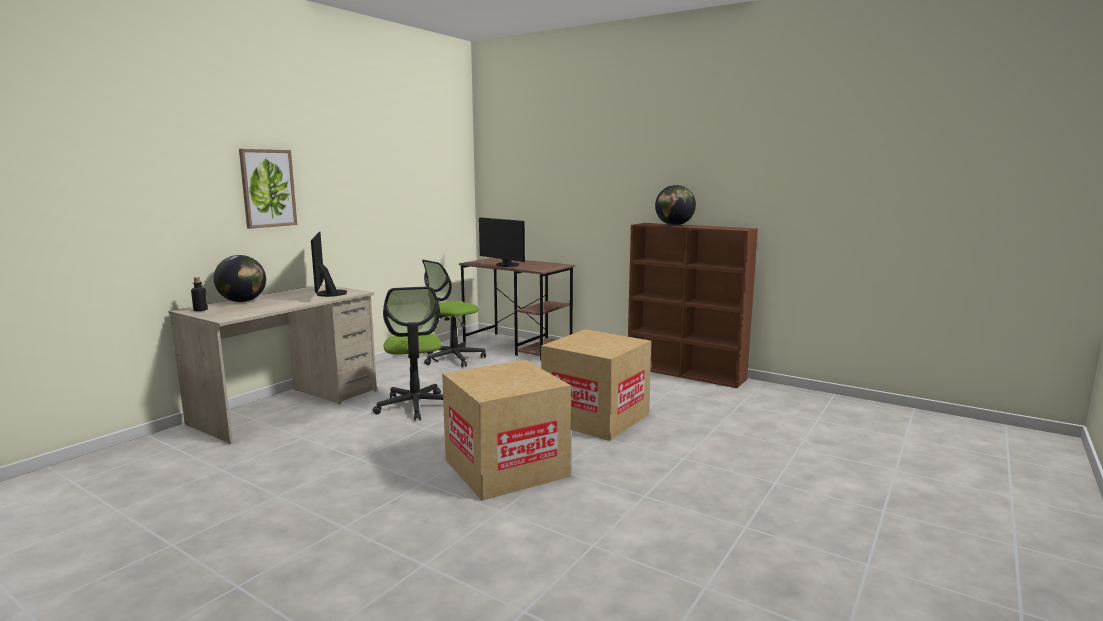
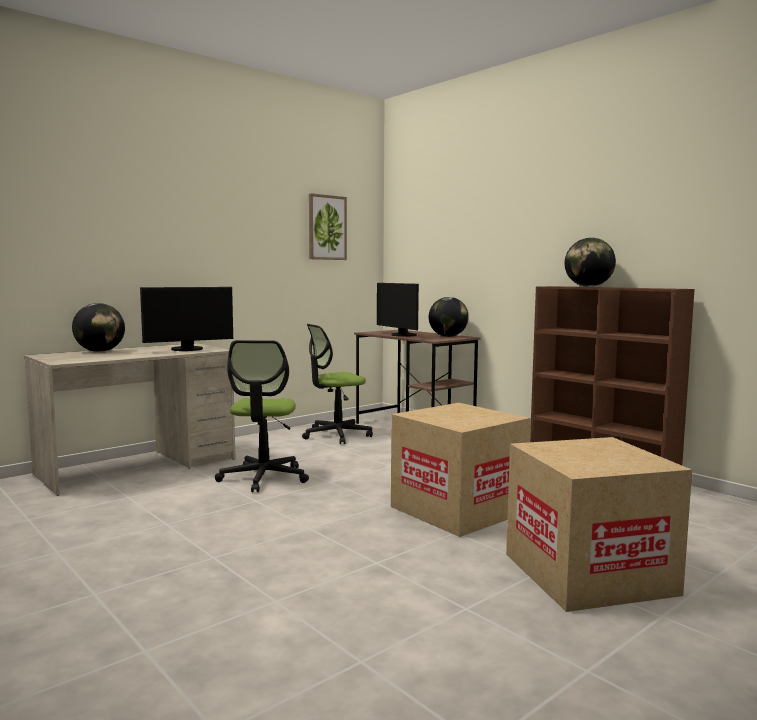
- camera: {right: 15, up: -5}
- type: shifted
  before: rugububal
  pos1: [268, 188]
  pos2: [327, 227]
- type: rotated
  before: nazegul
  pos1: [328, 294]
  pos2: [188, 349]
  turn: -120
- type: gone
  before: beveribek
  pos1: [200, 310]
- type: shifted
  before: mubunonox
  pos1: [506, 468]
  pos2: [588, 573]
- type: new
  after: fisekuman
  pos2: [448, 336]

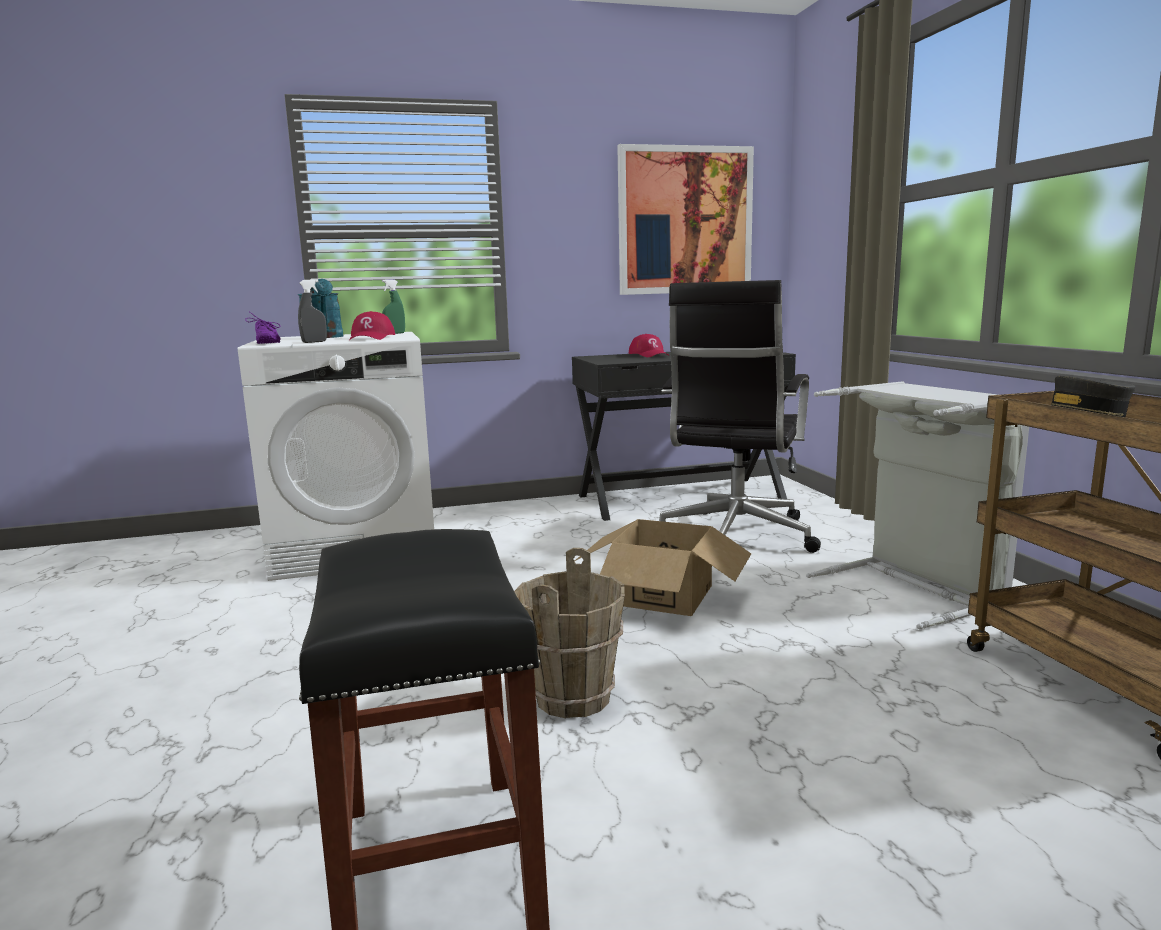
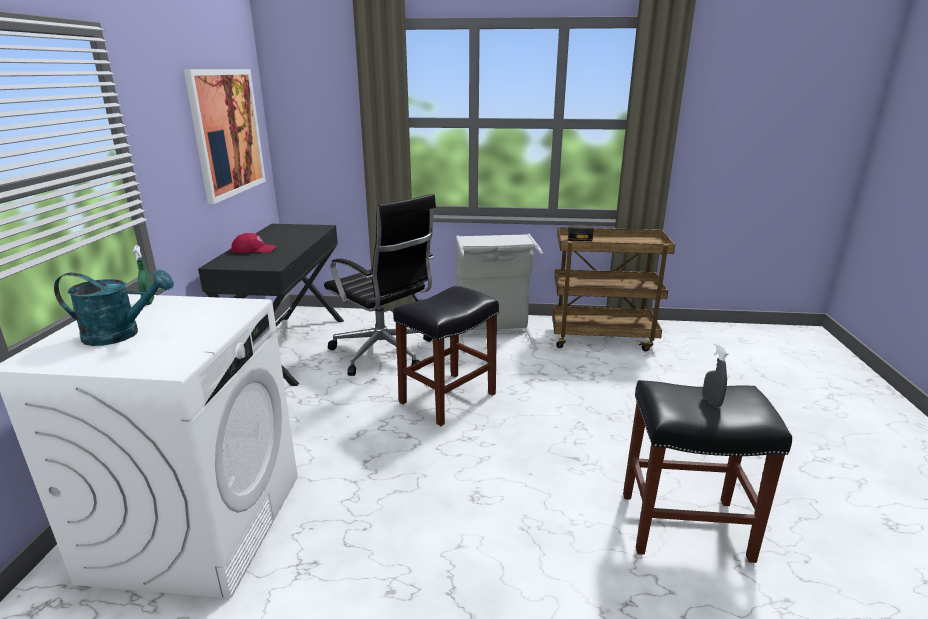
- camera: {right: -70, up: 10}
- type: shifted
  before: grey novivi
  pos1: [314, 342]
  pos2: [711, 402]
- type: gone
  before: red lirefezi
  pos1: [371, 338]
- type: gone
  before: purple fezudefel
  pos1: [265, 343]
- type: swapped
  before: mubunonox
  after: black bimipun
  pos1: [662, 595]
  pos2: [447, 399]
- type: gone
  before: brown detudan
  pos1: [574, 698]

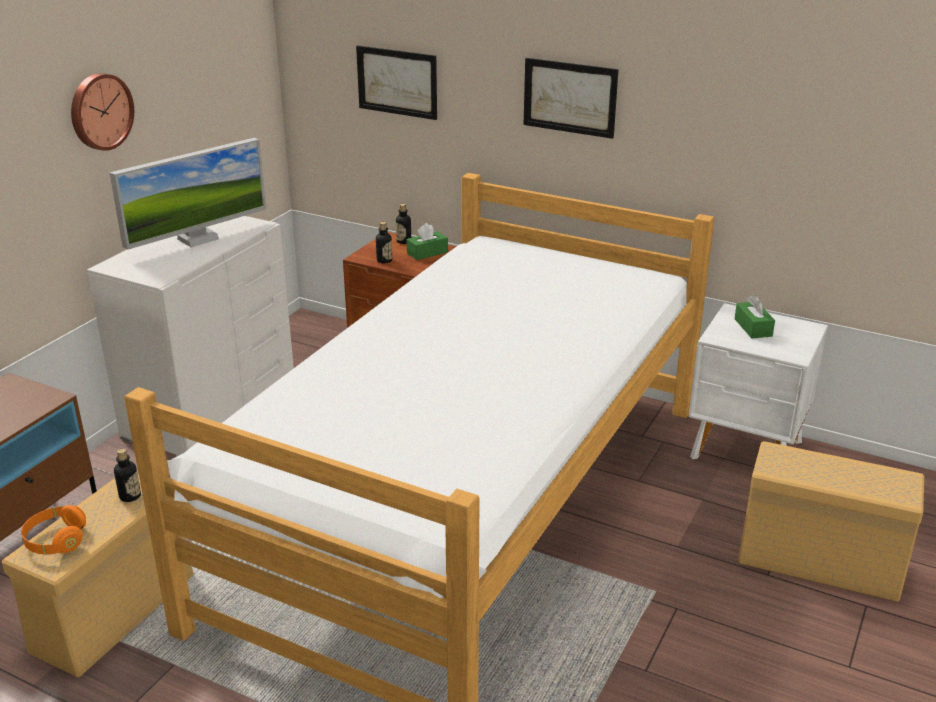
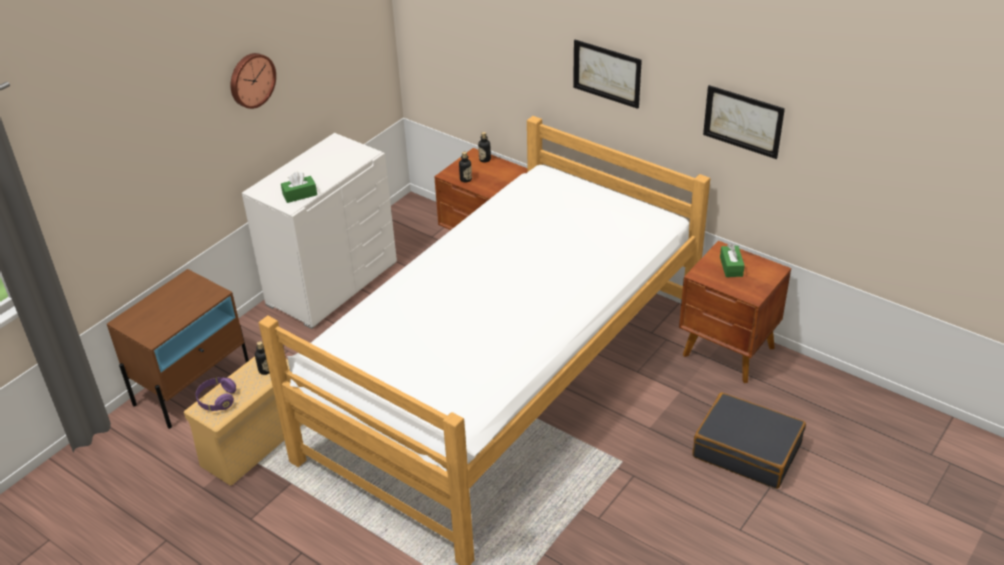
- camera: {right: 10, up: 10}
- type: shifted
  before: rugububal
  pos1: [397, 82]
  pos2: [743, 121]
- type: gone
  before: nazegul
  pos1: [198, 239]
- type: shifted
  before: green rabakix
  pos1: [427, 253]
  pos2: [300, 195]
- type: repainted
  before: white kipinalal
  after: brown kipinalal
  pos1: [747, 451]
  pos2: [728, 353]
- type: swapped
  before: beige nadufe
  after: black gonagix
  pos1: [816, 562]
  pos2: [747, 450]
- type: repainted
  before: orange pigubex
  after: purple pigubex
  pos1: [56, 541]
  pos2: [217, 400]

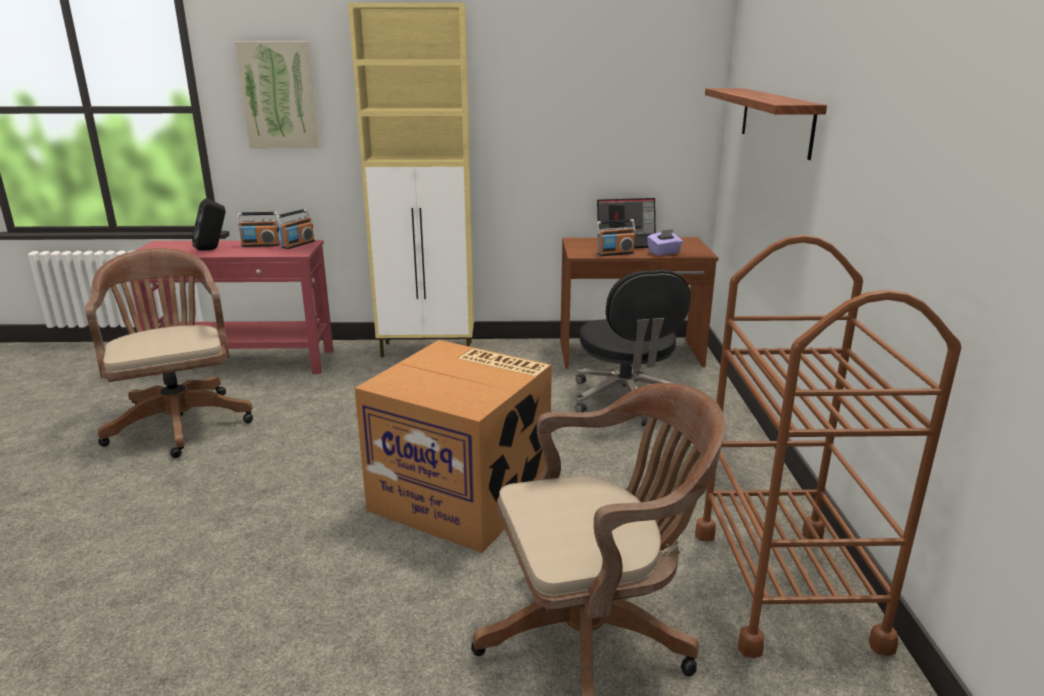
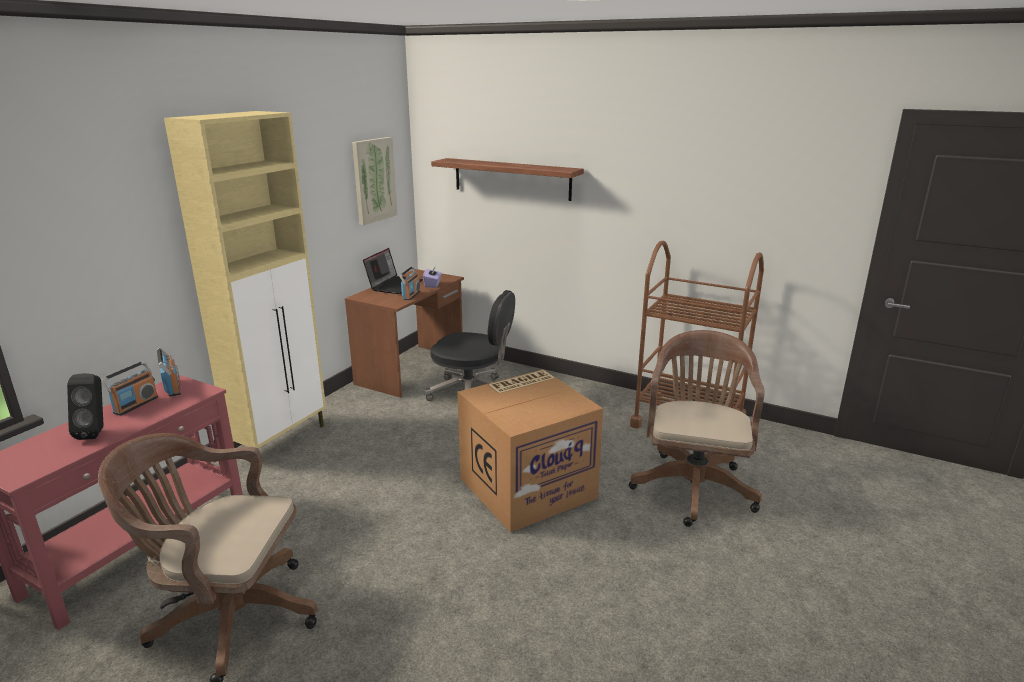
- camera: {right: -60, up: 0}
- type: shifted
  before: rugububal
  pos1: [279, 95]
  pos2: [374, 180]

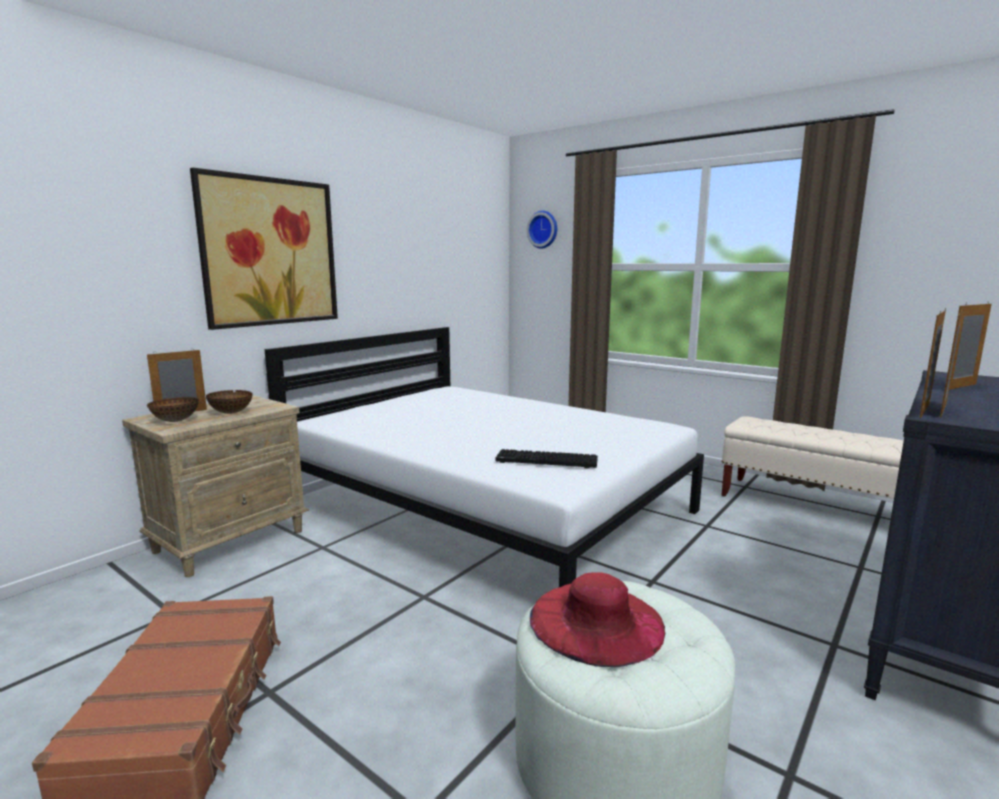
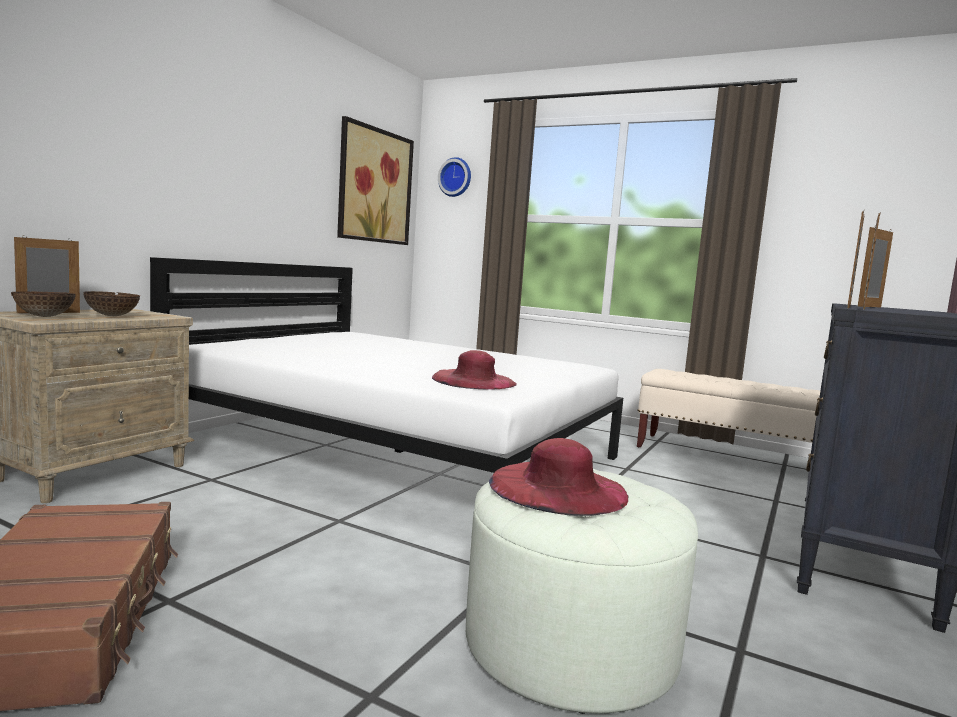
- camera: {right: -10, up: -5}
- type: shifted
  before: rugububal
  pos1: [270, 252]
  pos2: [375, 186]
- type: swapped
  before: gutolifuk
  after: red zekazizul
  pos1: [545, 461]
  pos2: [474, 380]

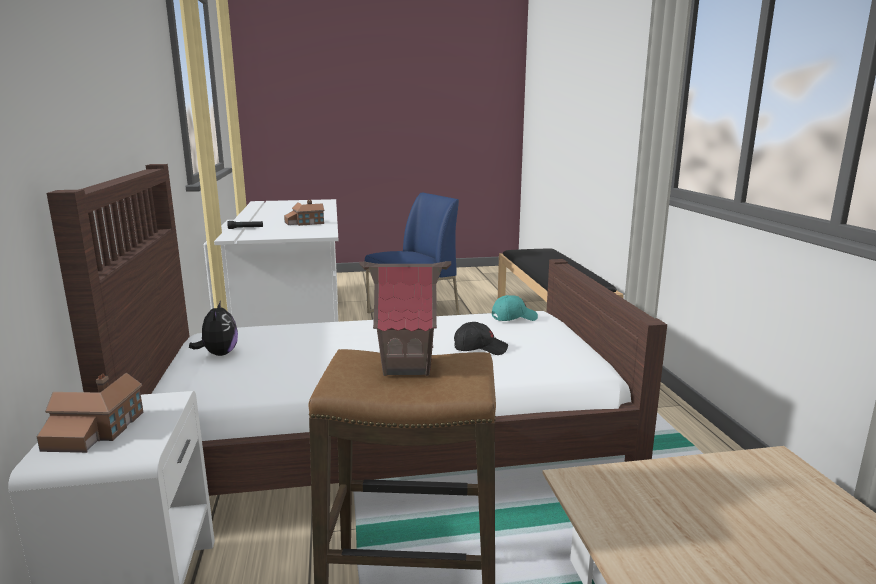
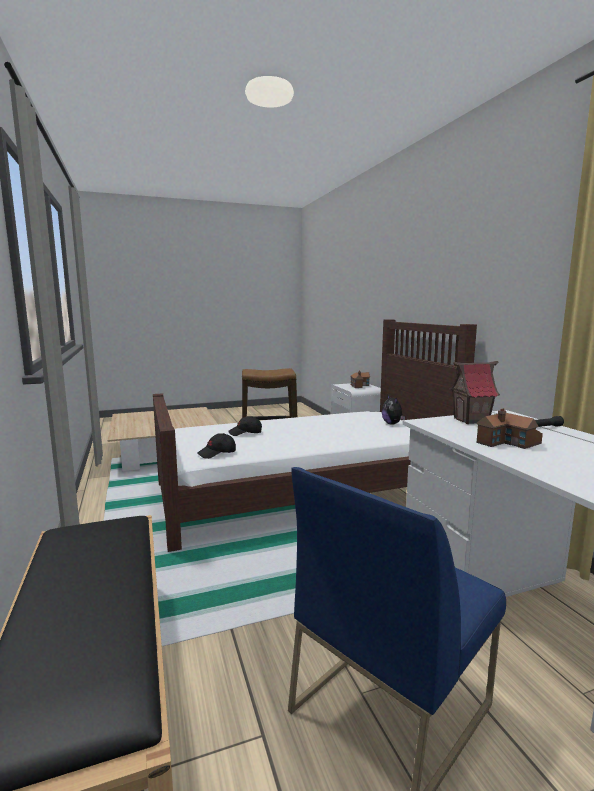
- camera: {right: 170, up: -5}
- type: shifted
  before: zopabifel
  pos1: [406, 366]
  pos2: [471, 420]
- type: repainted
  before: turquoise lirefezi
  after: black lirefezi
  pos1: [514, 318]
  pos2: [217, 453]

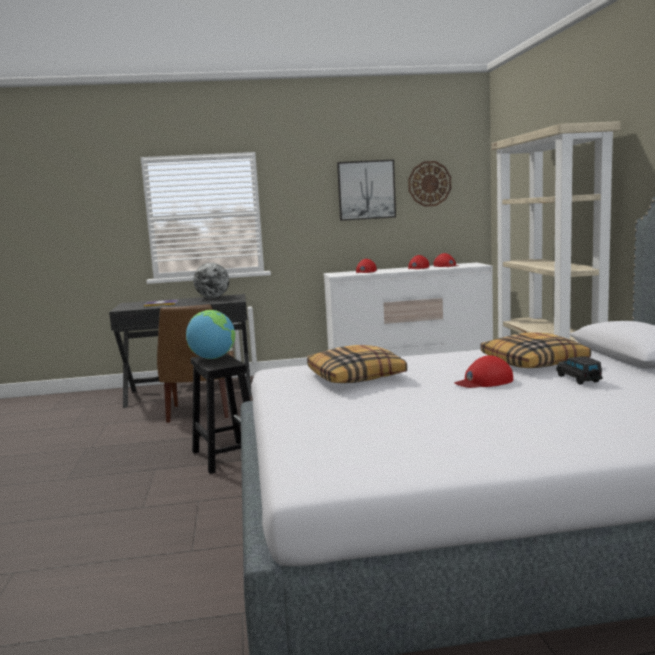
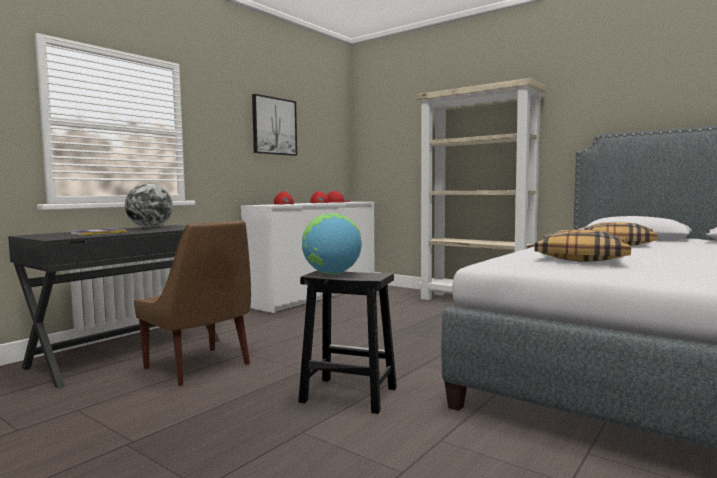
- camera: {right: -45, up: -5}
- type: gone
  before: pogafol
  pos1: [429, 183]
- type: gone
  before: red lirefezi
  pos1: [484, 381]
- type: gone
  before: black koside
  pos1: [578, 379]

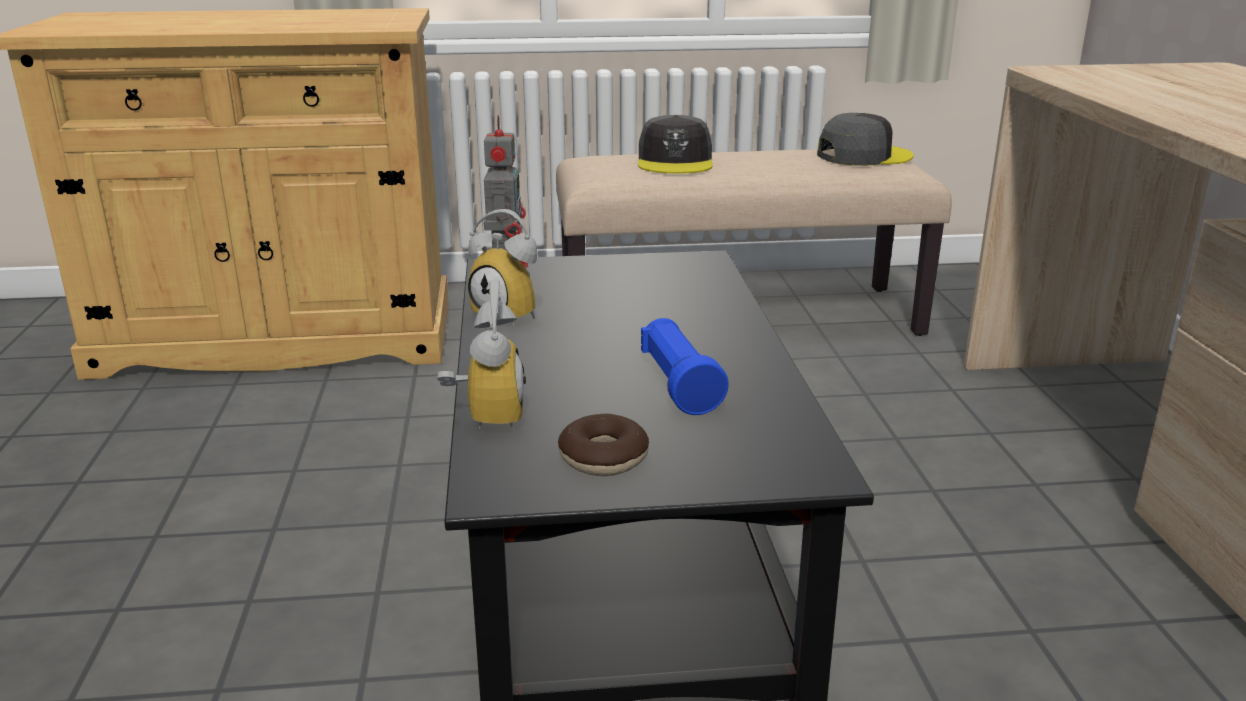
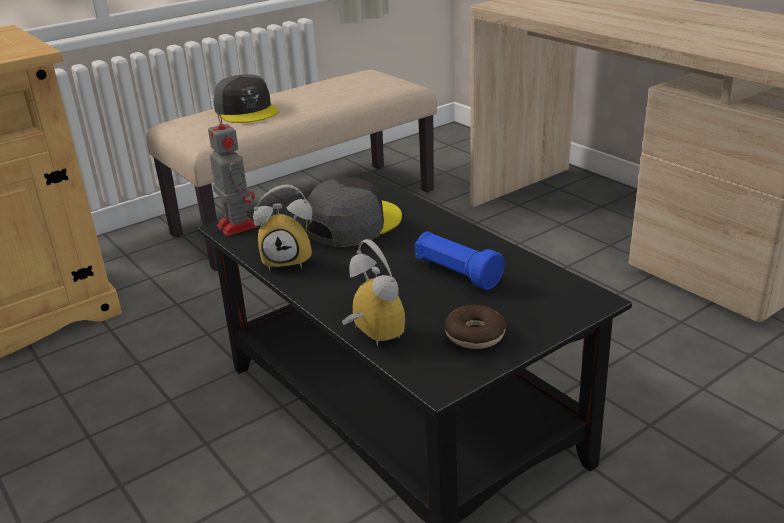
- camera: {right: -30, up: 5}
- type: shifted
  before: grey lirefezi
  pos1: [863, 156]
  pos2: [352, 223]

